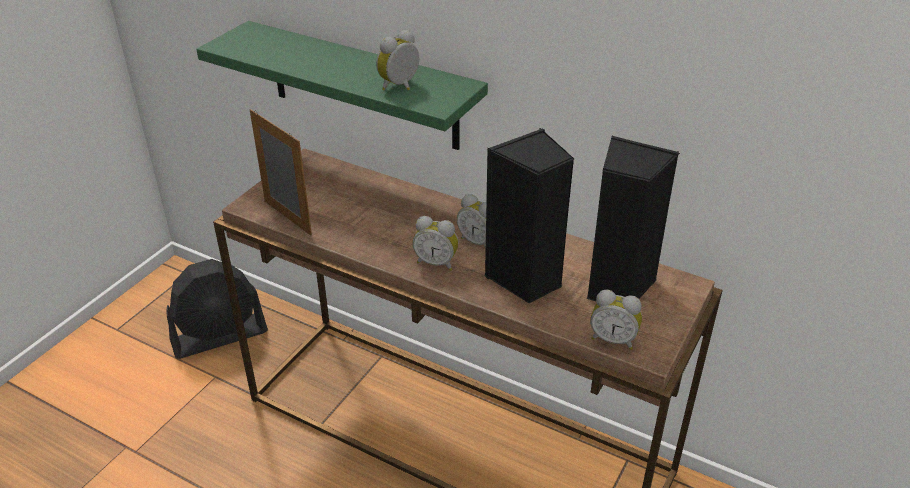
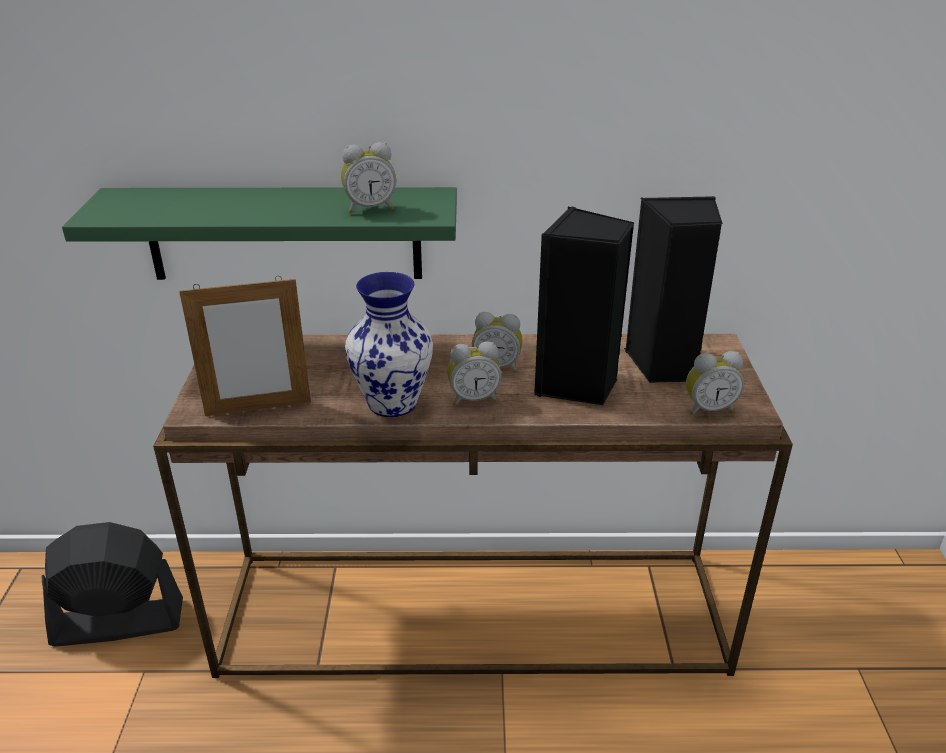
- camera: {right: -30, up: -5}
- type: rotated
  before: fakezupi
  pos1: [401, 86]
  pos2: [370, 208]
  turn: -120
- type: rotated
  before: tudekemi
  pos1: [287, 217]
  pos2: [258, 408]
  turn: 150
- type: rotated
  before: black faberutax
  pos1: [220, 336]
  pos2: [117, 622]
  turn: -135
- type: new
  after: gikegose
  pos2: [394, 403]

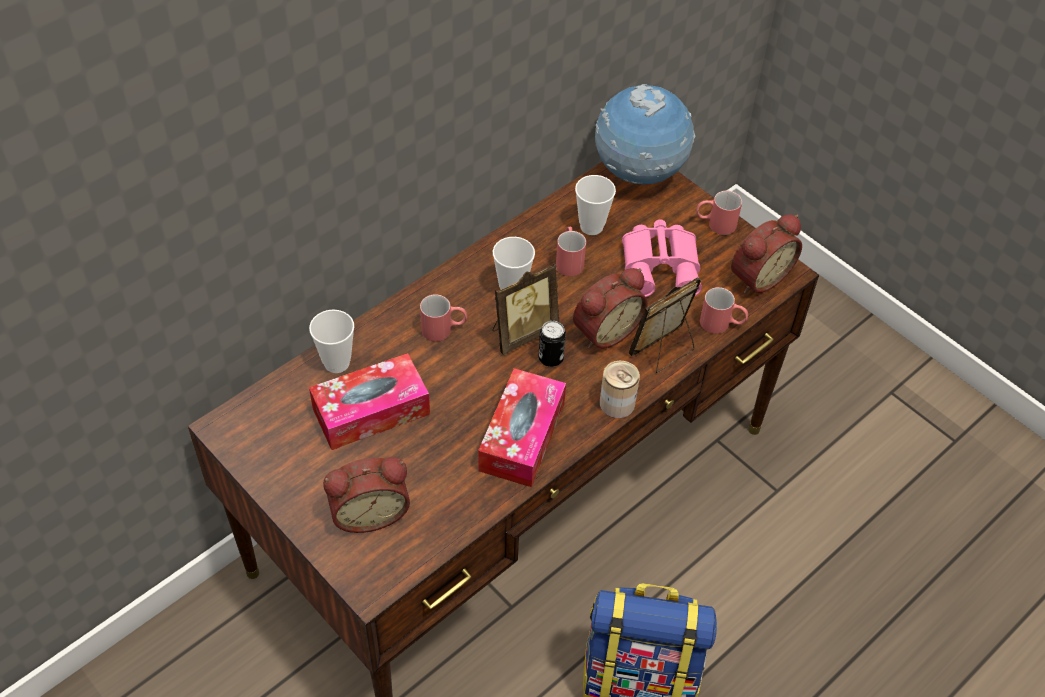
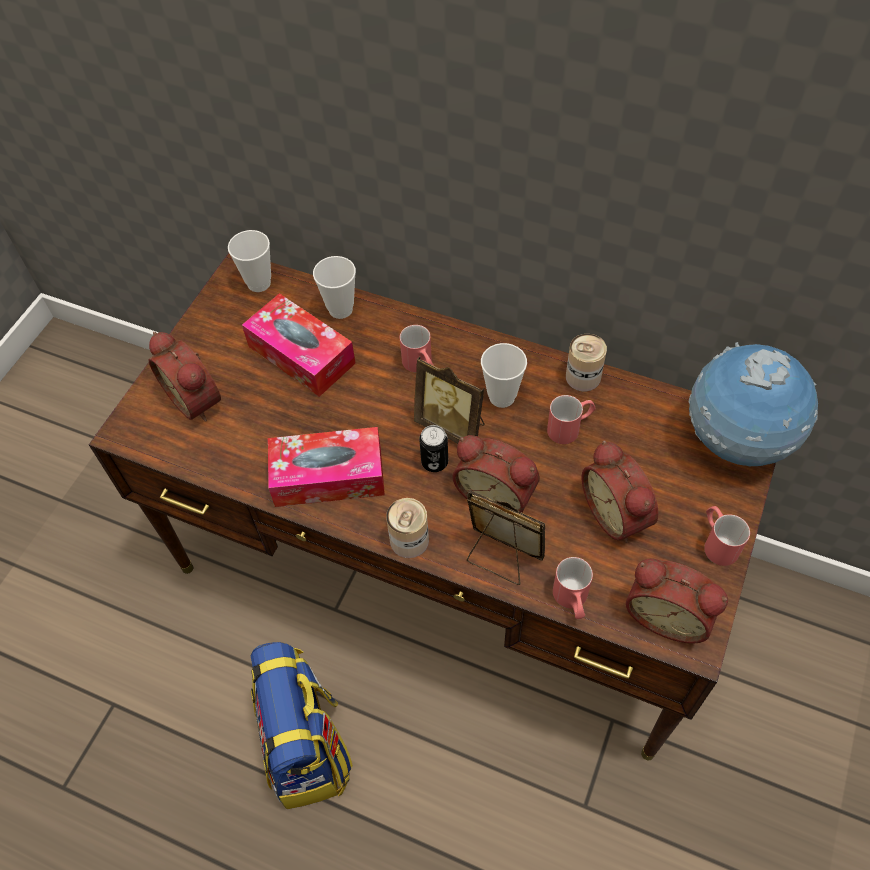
- camera: {right: 70, up: 5}
- type: shifted
  before: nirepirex
  pos1: [591, 226]
  pos2: [259, 283]
- type: swapped
  before: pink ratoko
  after: fakezupi
  pos1: [662, 266]
  pos2: [618, 513]
- type: new
  after: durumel
  pos2: [583, 377]

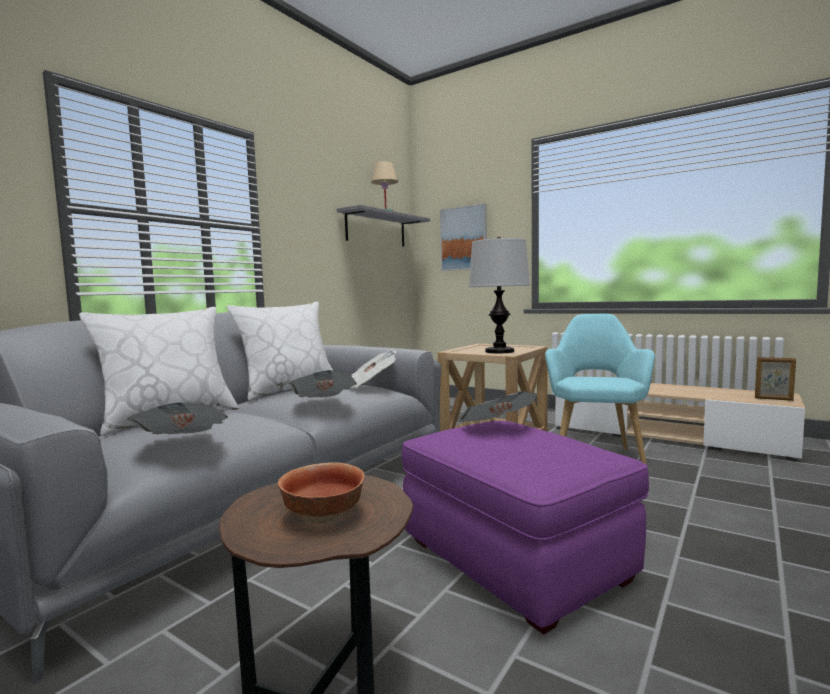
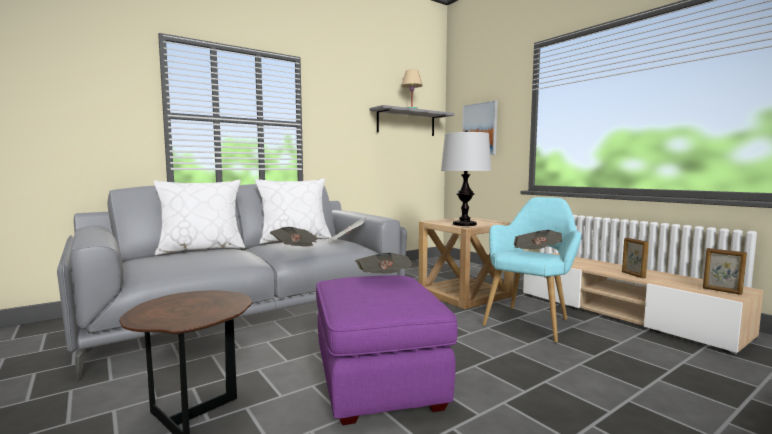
- camera: {right: 20, up: 0}
- type: shifted
  before: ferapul
  pos1: [184, 444]
  pos2: [536, 253]
- type: gone
  before: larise
  pos1: [325, 516]
- type: new
  after: tudekemi
  pos2: [633, 275]

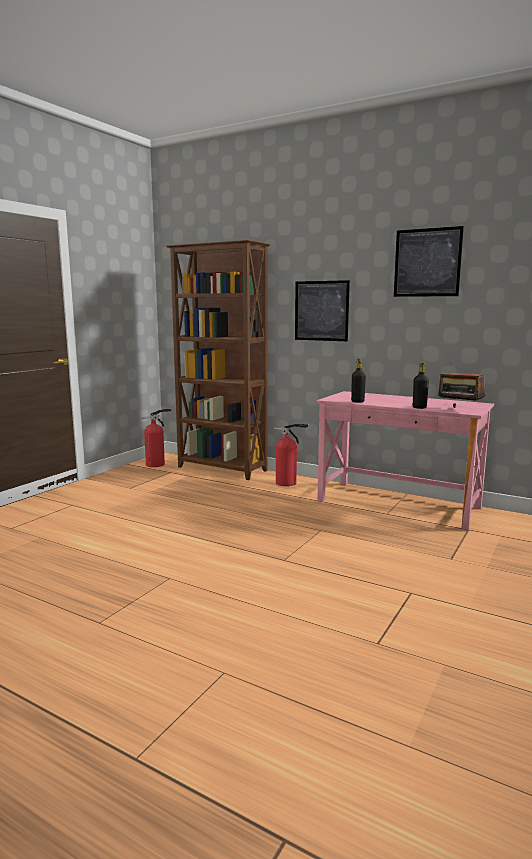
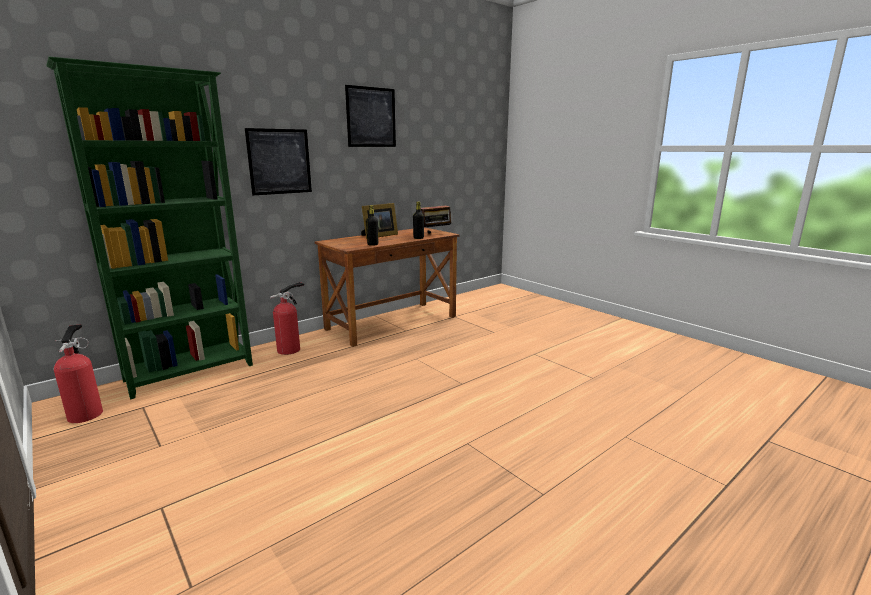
- camera: {right: -70, up: 5}
- type: repainted
  before: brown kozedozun
  after: green kozedozun
  pos1: [222, 469]
  pos2: [191, 373]
- type: repainted
  before: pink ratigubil
  after: brown ratigubil
  pos1: [398, 504]
  pos2: [392, 322]
- type: new
  after: tudekemi
  pos2: [378, 236]

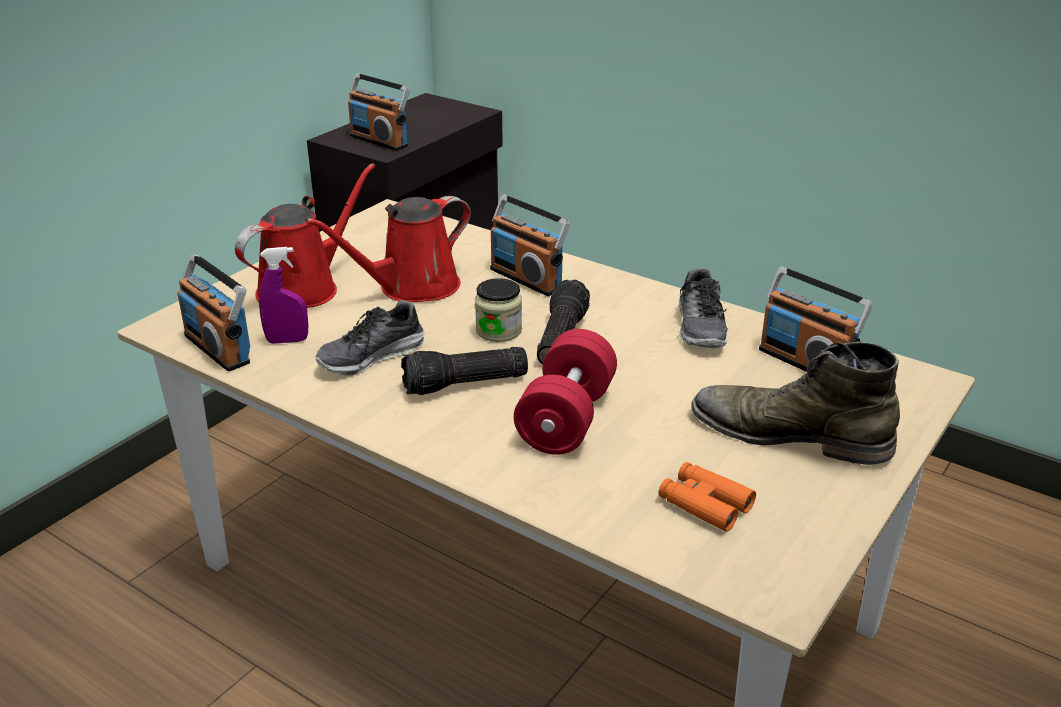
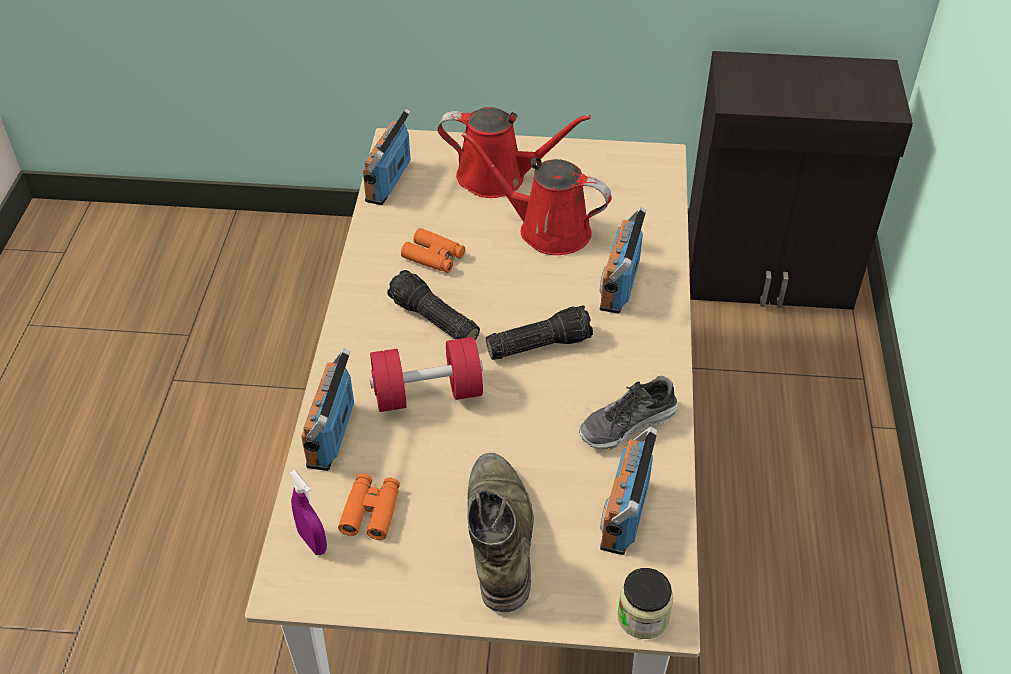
- camera: {right: 60, up: 15}
- type: shifted
  before: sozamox
  pos1: [379, 141]
  pos2: [331, 434]
- type: shifted
  before: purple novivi
  pos1: [287, 340]
  pos2: [312, 542]
- type: shifted
  before: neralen
  pos1: [498, 331]
  pos2: [643, 617]
- type: swapped
  before: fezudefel
  after: orange ratoko
  pos1: [372, 356]
  pos2: [434, 257]

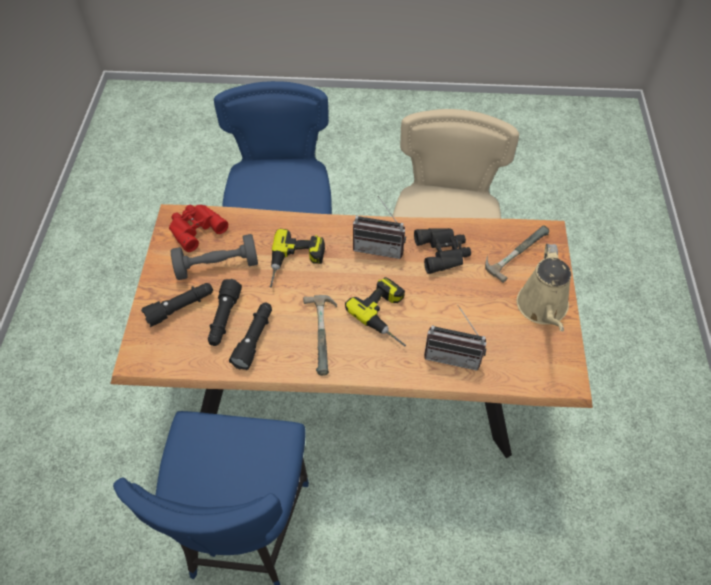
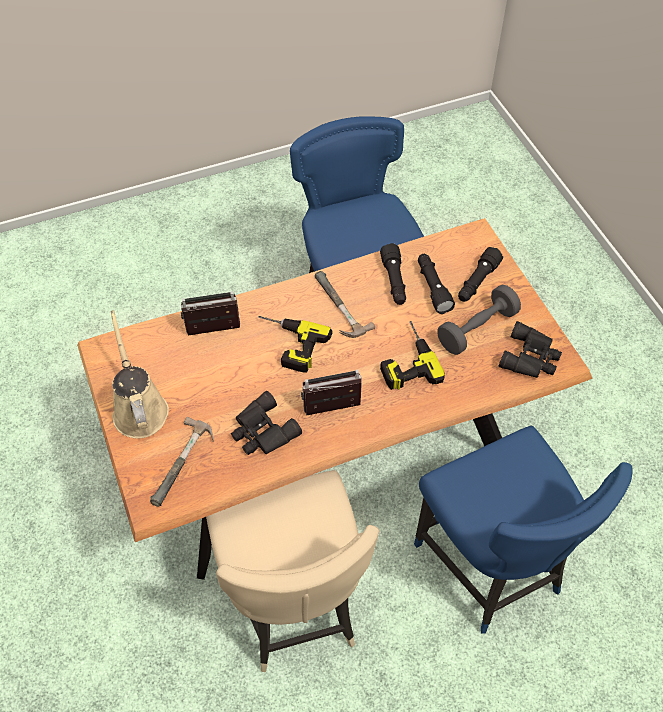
- camera: {right: 155, up: 0}
- type: repainted
  before: red ratoko
  after: black ratoko
  pos1: [195, 228]
  pos2: [531, 357]

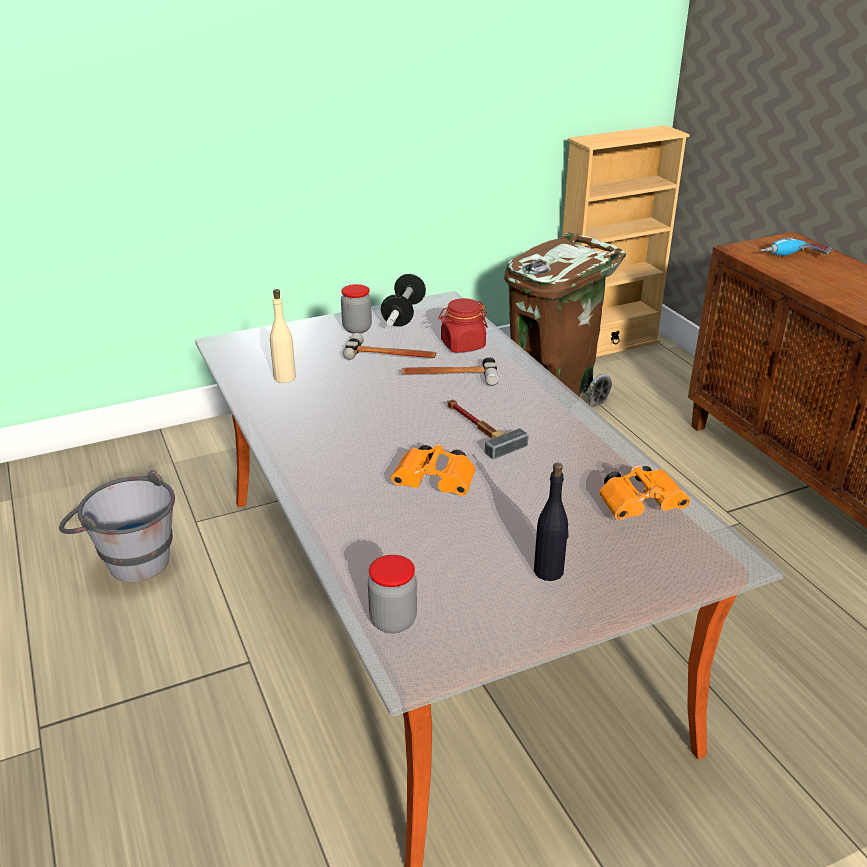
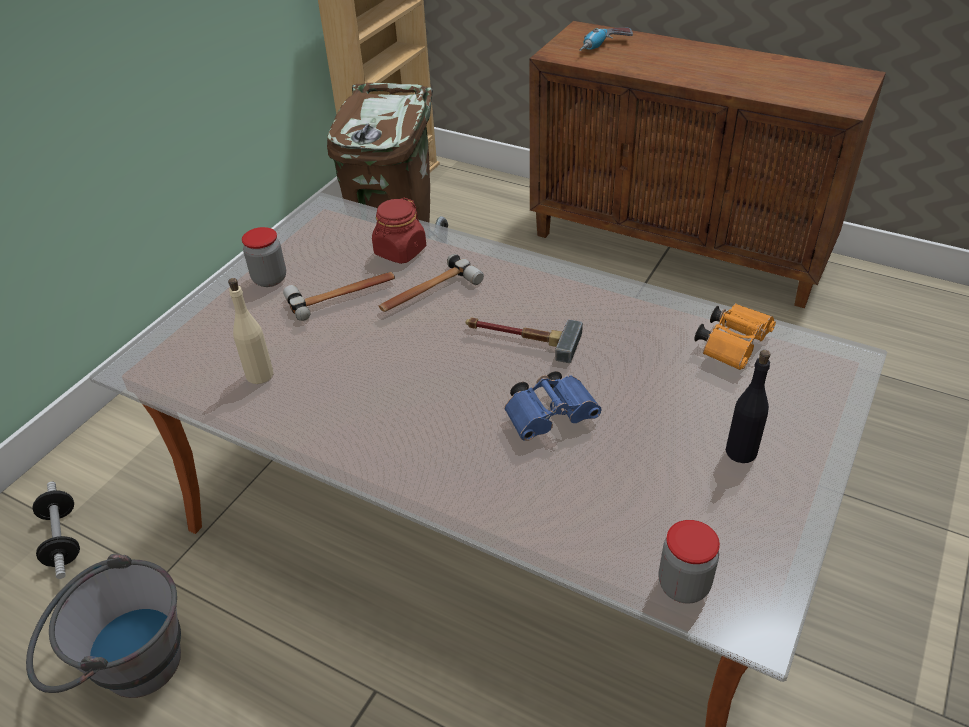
- camera: {right: -35, up: 10}
- type: shifted
  before: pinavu
  pos1: [404, 314]
  pos2: [62, 539]
- type: repainted
  before: orange ratoko
  after: blue ratoko
  pos1: [437, 483]
  pos2: [552, 416]

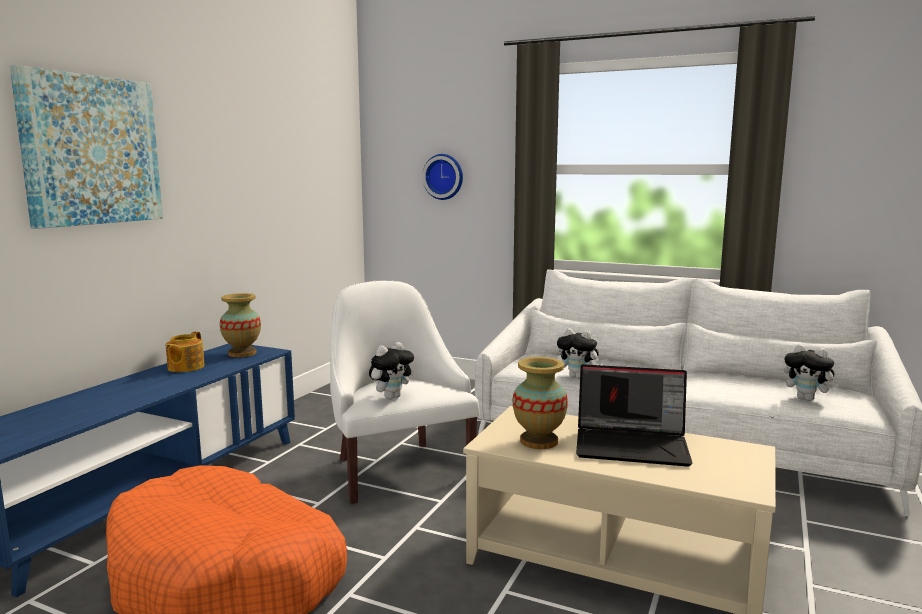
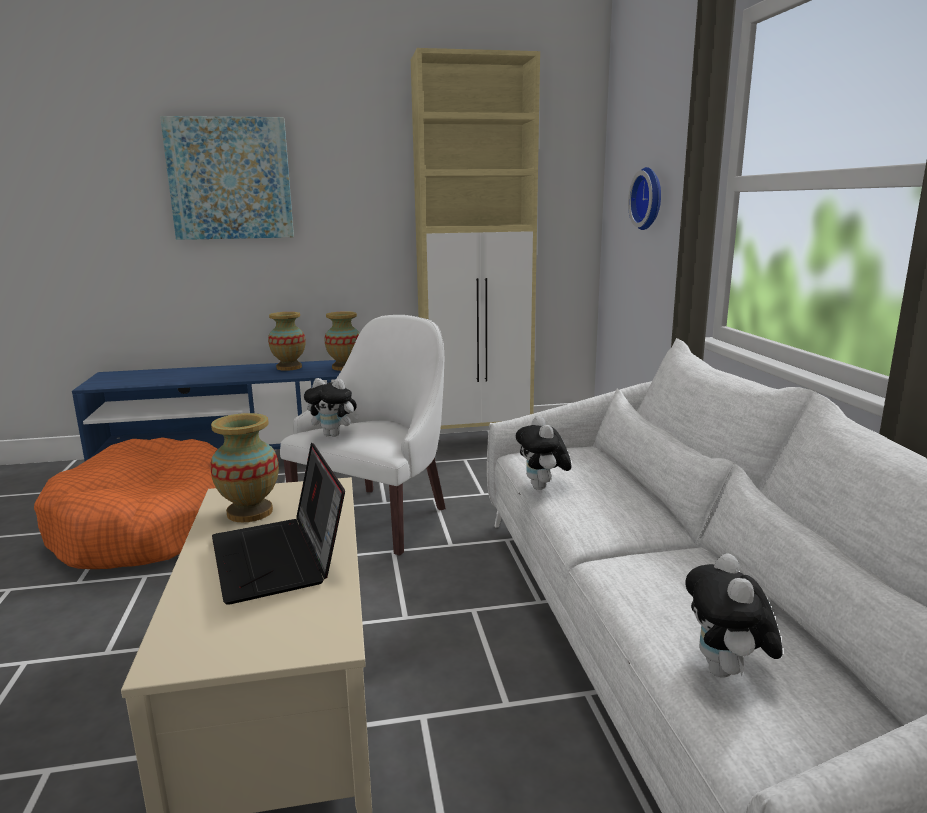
- camera: {right: 55, up: 5}
- type: swapped
  before: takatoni
  after: gikegose
  pos1: [185, 367]
  pos2: [289, 367]
- type: new
  after: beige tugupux
  pos2: [478, 441]

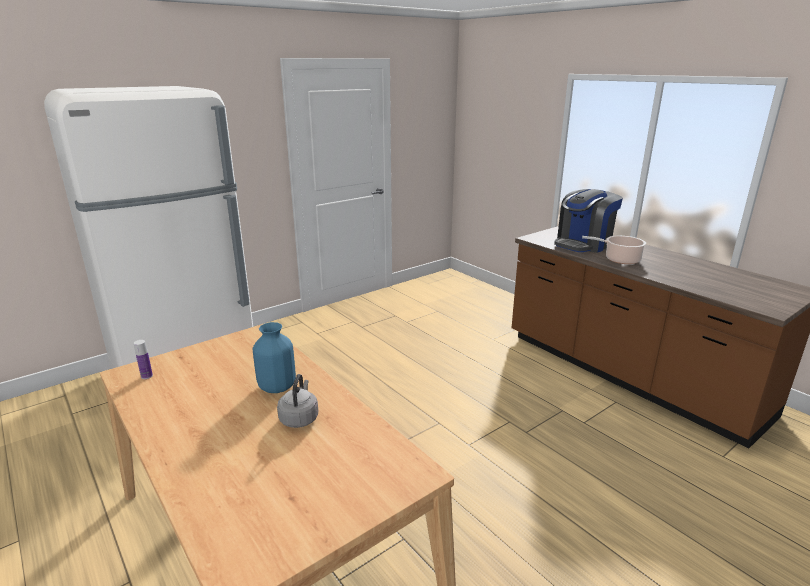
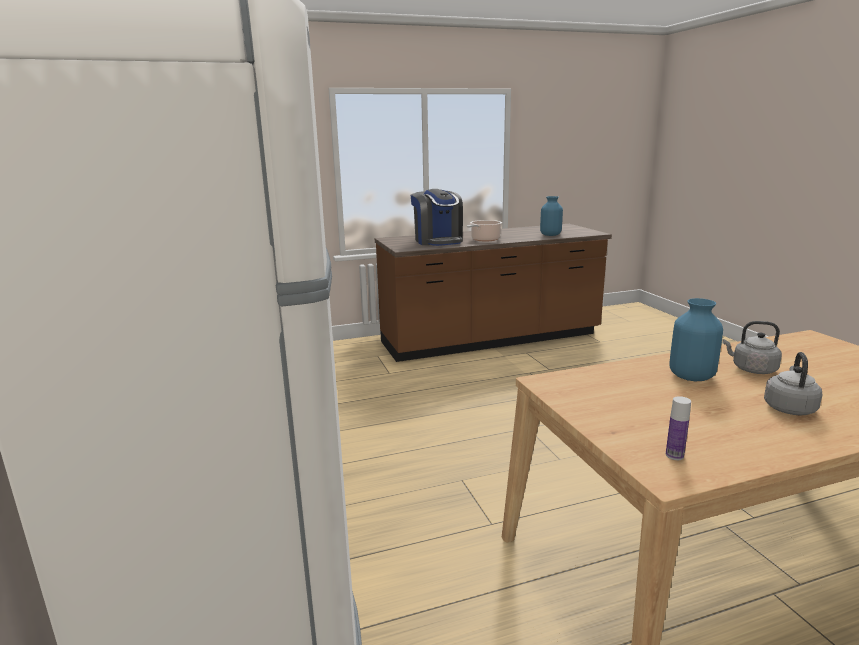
- camera: {right: -70, up: -5}
- type: new
  after: blue gikegose
  pos2: [551, 235]
- type: new
  after: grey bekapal
  pos2: [789, 407]

